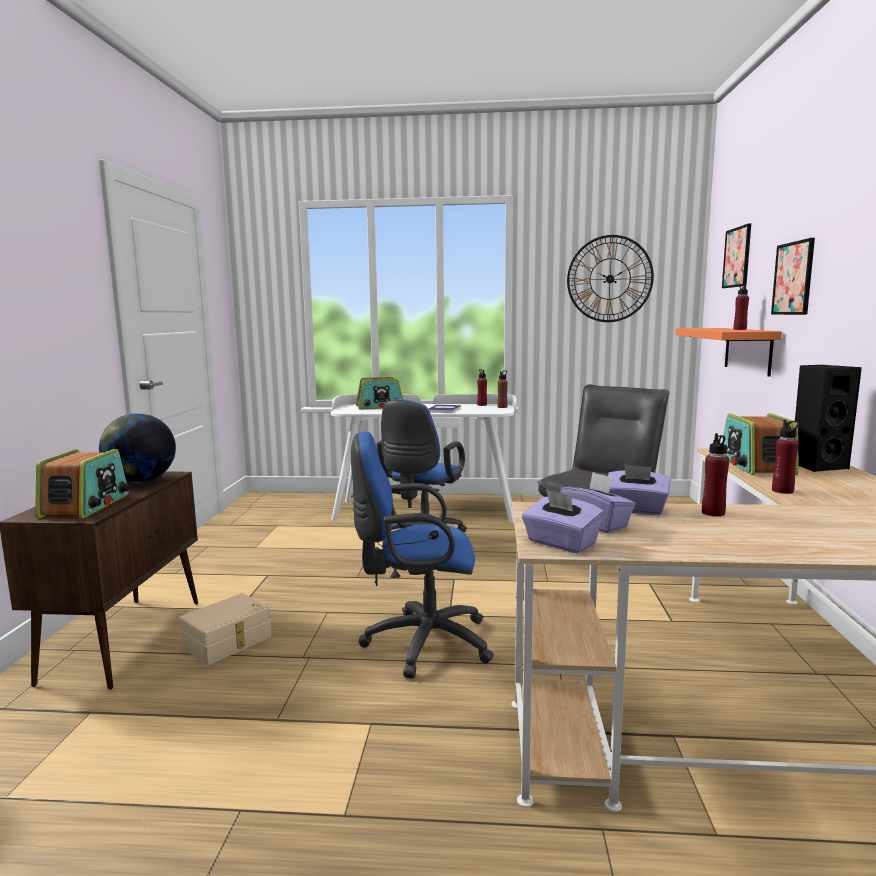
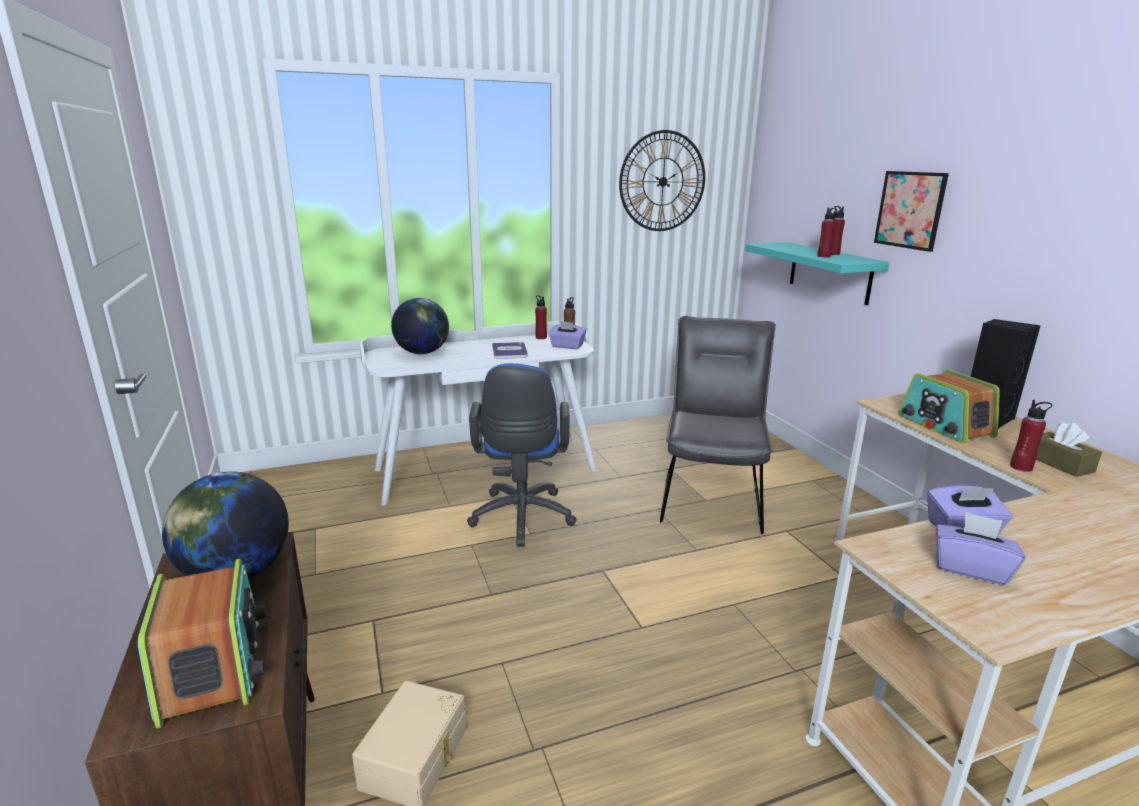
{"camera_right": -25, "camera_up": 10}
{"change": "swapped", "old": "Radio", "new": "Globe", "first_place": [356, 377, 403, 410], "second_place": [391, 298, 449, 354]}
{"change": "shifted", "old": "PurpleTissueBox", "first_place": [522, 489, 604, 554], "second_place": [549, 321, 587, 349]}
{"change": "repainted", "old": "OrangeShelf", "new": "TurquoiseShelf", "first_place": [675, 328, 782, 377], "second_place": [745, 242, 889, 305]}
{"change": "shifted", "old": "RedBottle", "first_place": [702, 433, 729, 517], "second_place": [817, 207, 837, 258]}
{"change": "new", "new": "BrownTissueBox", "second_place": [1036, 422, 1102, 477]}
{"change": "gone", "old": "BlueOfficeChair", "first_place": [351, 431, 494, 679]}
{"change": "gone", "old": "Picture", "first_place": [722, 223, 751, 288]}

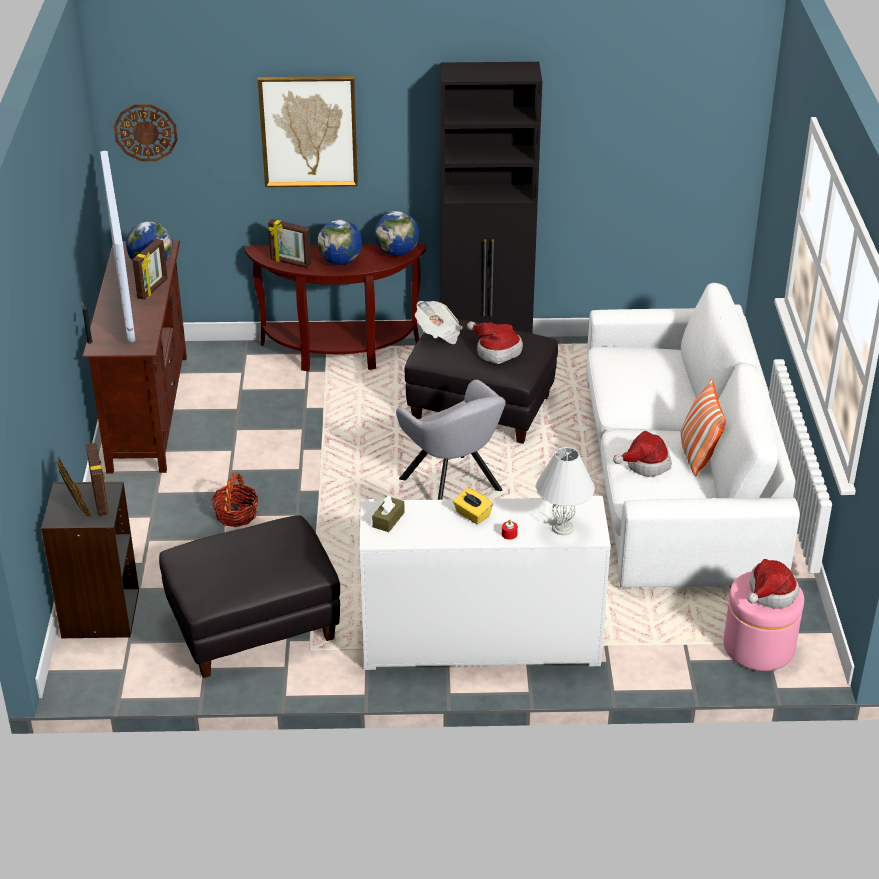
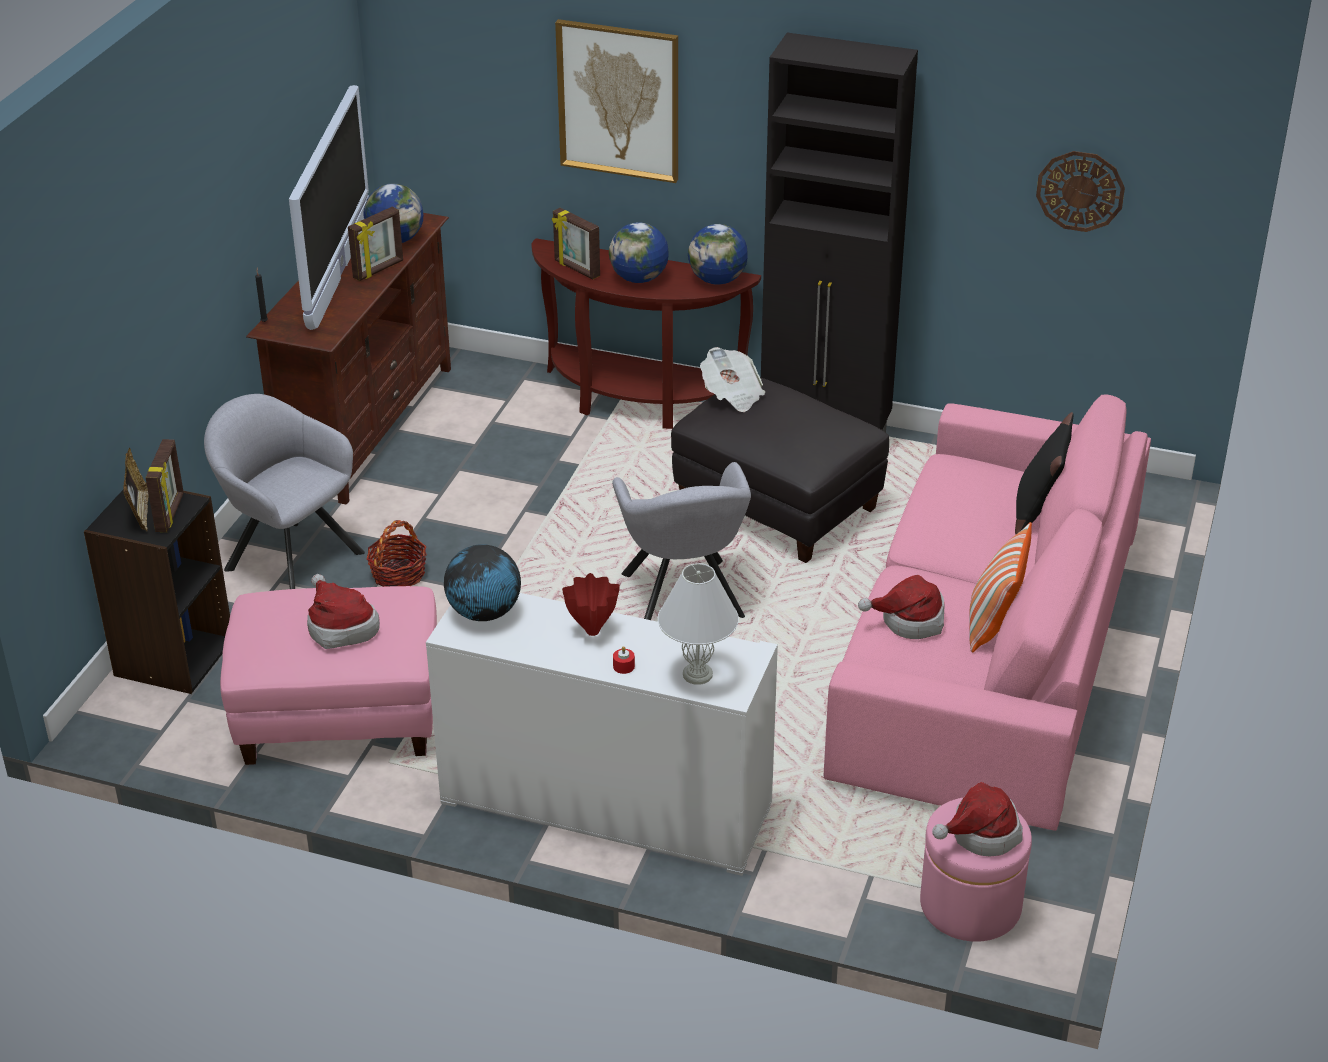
{"camera_right": 20, "camera_up": 0}
{"change": "new", "new": "GreyArmchair", "second_place": [204, 394, 365, 589]}
{"change": "repainted", "old": "BlackOttoman", "new": "PinkOttoman", "first_place": [159, 515, 340, 678], "second_place": [220, 586, 437, 765]}
{"change": "shifted", "old": "Hat", "first_place": [467, 321, 523, 364], "second_place": [307, 574, 380, 649]}
{"change": "swapped", "old": "BrownTissueBox", "new": "Globe", "first_place": [372, 495, 405, 532], "second_place": [444, 544, 521, 621]}
{"change": "swapped", "old": "YellowTissueBox", "new": "RedVase", "first_place": [453, 488, 493, 524], "second_place": [562, 573, 620, 636]}
{"change": "repainted", "old": "WhiteSofa", "new": "PinkSofa", "first_place": [586, 283, 800, 587], "second_place": [824, 395, 1151, 831]}
{"change": "new", "new": "BlackPillow", "second_place": [1015, 412, 1074, 534]}
{"change": "shifted", "old": "WallClock", "first_place": [114, 104, 178, 161], "second_place": [1036, 151, 1125, 232]}

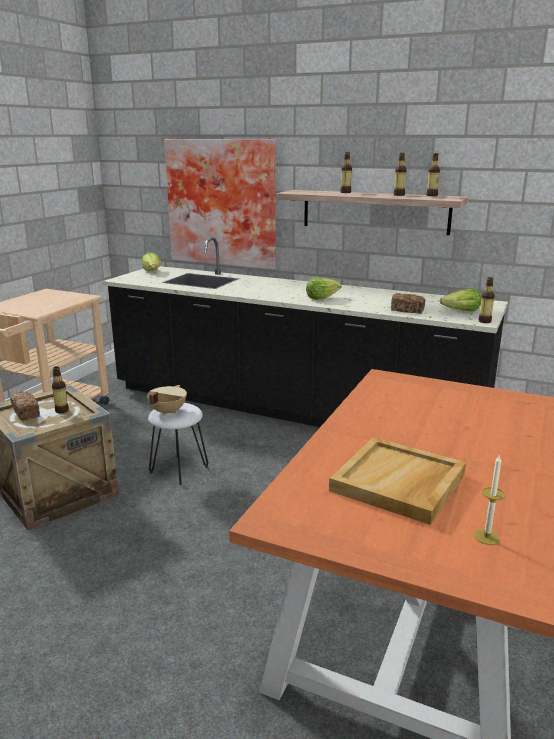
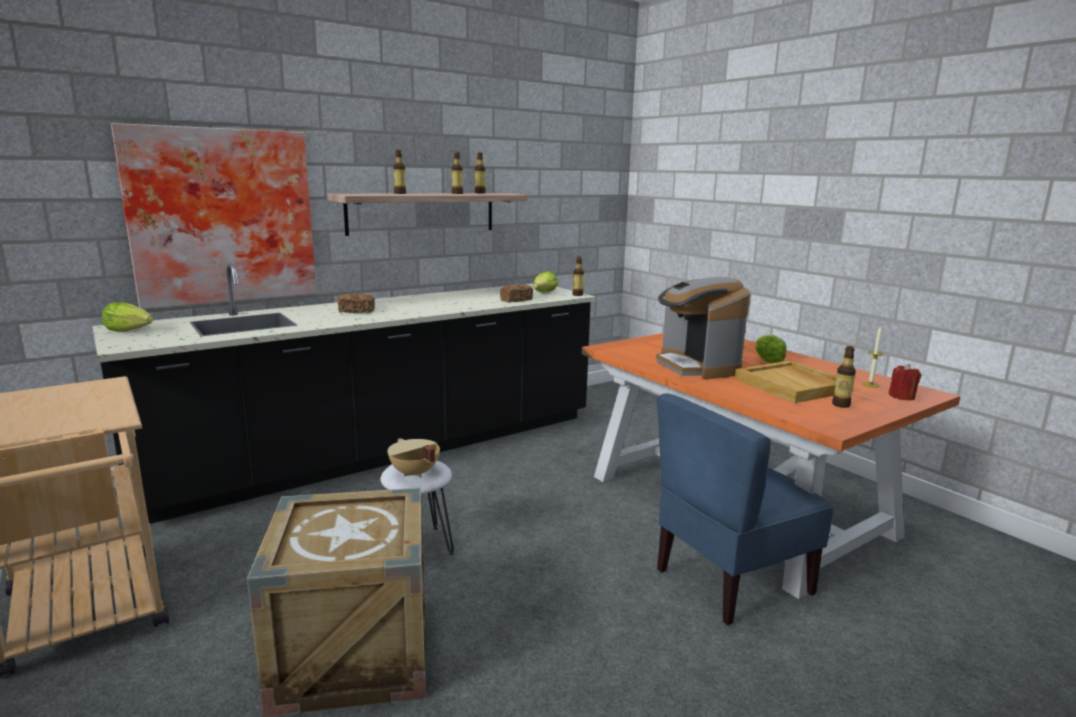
{"camera_right": -60, "camera_up": -5}
{"change": "shifted", "old": "Bread", "first_place": [10, 391, 40, 420], "second_place": [338, 293, 375, 313]}
{"change": "new", "new": "CoffeeMachine", "second_place": [656, 277, 751, 379]}
{"change": "new", "new": "BlueChair", "second_place": [657, 393, 834, 625]}
{"change": "shifted", "old": "Lettuce", "first_place": [306, 278, 342, 300], "second_place": [755, 335, 787, 363]}
{"change": "shifted", "old": "Bottle", "first_place": [52, 366, 69, 413], "second_place": [832, 346, 856, 408]}
{"change": "new", "new": "RedCandle", "second_place": [889, 364, 921, 400]}

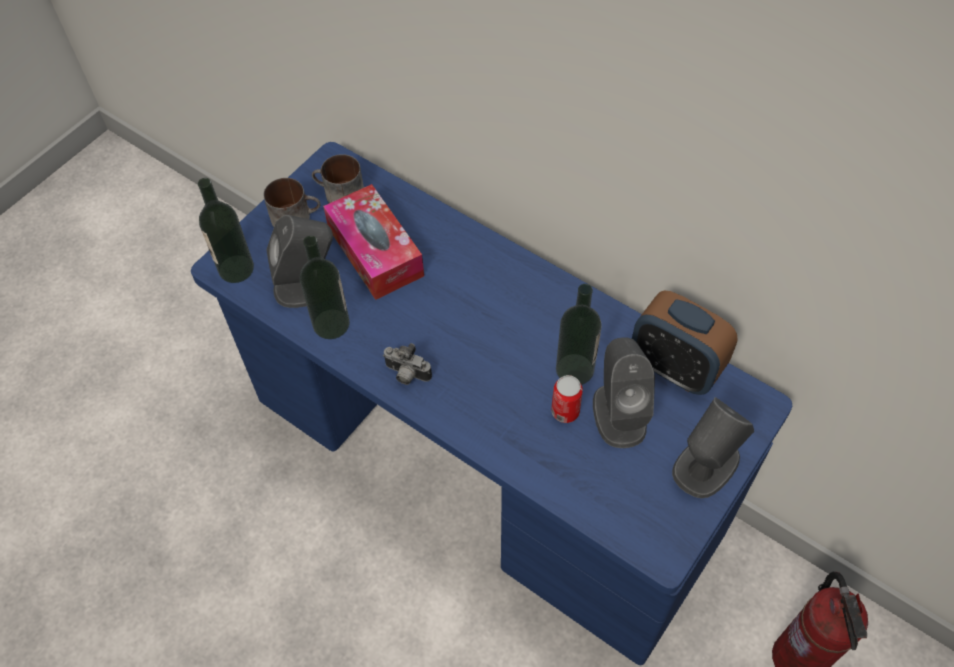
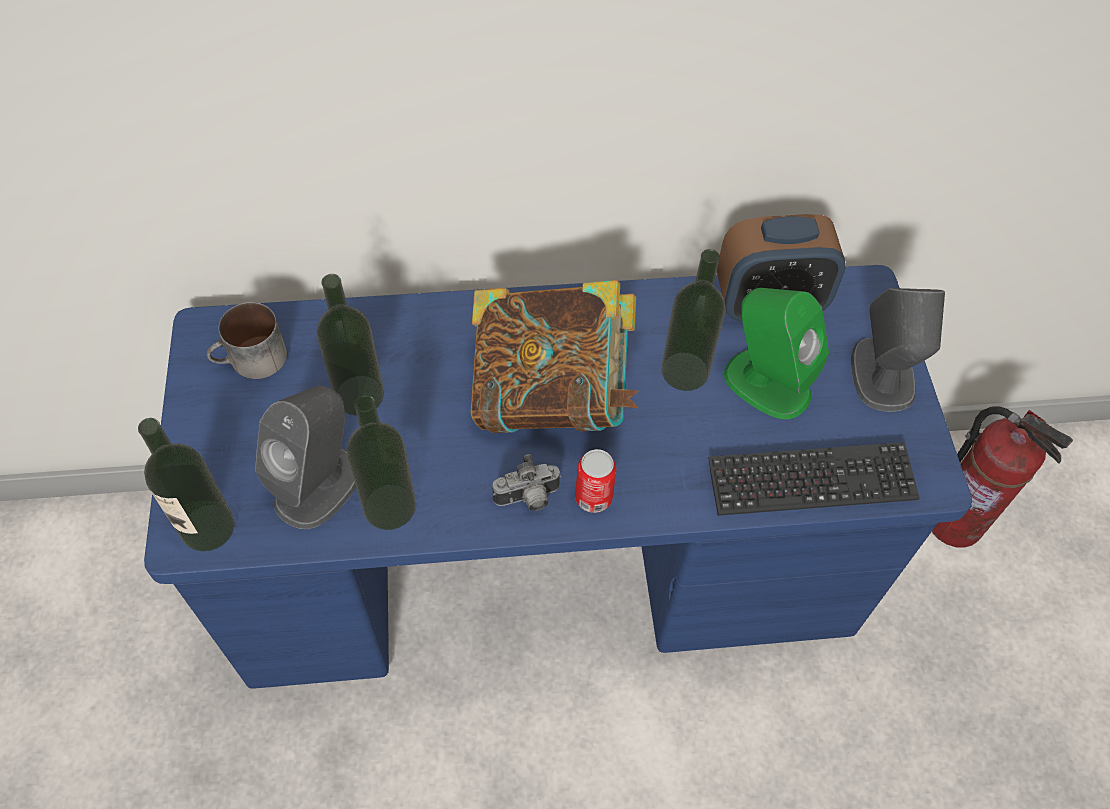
{"camera_right": -45, "camera_up": 0}
{"change": "swapped", "old": "TissueBox", "new": "Bottle", "first_place": [323, 184, 424, 300], "second_place": [317, 274, 384, 416]}
{"change": "new", "new": "Book", "second_place": [470, 280, 639, 433]}
{"change": "shifted", "old": "Can", "first_place": [551, 375, 583, 423], "second_place": [575, 449, 616, 513]}
{"change": "new", "new": "Keyboard", "second_place": [708, 442, 920, 516]}
{"change": "repainted", "old": "GreySpeaker", "new": "GreenSpeaker", "first_place": [593, 337, 655, 448], "second_place": [724, 288, 829, 419]}
{"change": "gone", "old": "Mug", "first_place": [264, 178, 321, 227]}

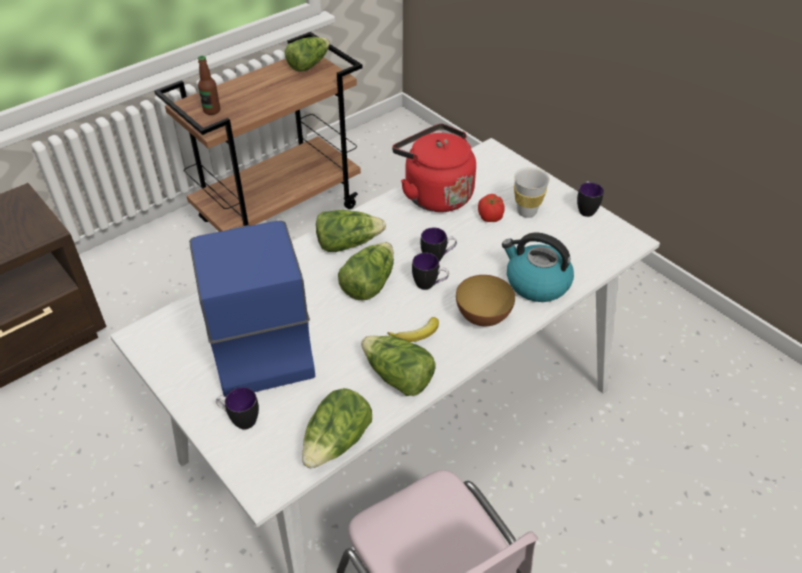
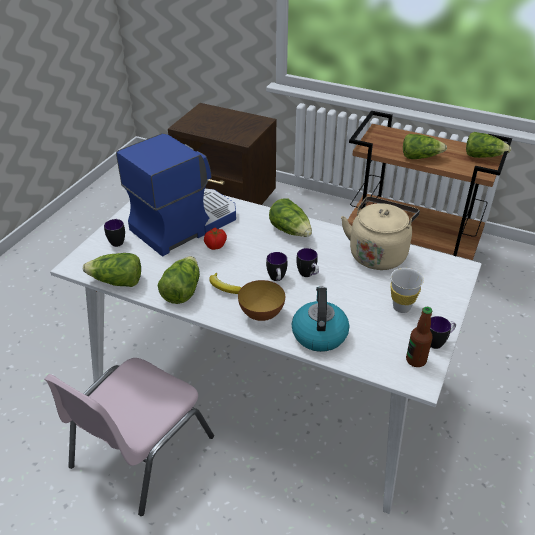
{"camera_right": 65, "camera_up": -5}
{"change": "shifted", "old": "Tomato", "first_place": [478, 194, 505, 222], "second_place": [204, 227, 227, 250]}
{"change": "repainted", "old": "RedKettle", "new": "BeigeKettle", "first_place": [392, 124, 476, 212], "second_place": [341, 197, 420, 270]}
{"change": "shifted", "old": "Lettuce", "first_place": [338, 242, 394, 300], "second_place": [403, 134, 447, 159]}
{"change": "shifted", "old": "Bottle", "first_place": [198, 56, 220, 115], "second_place": [406, 307, 433, 367]}

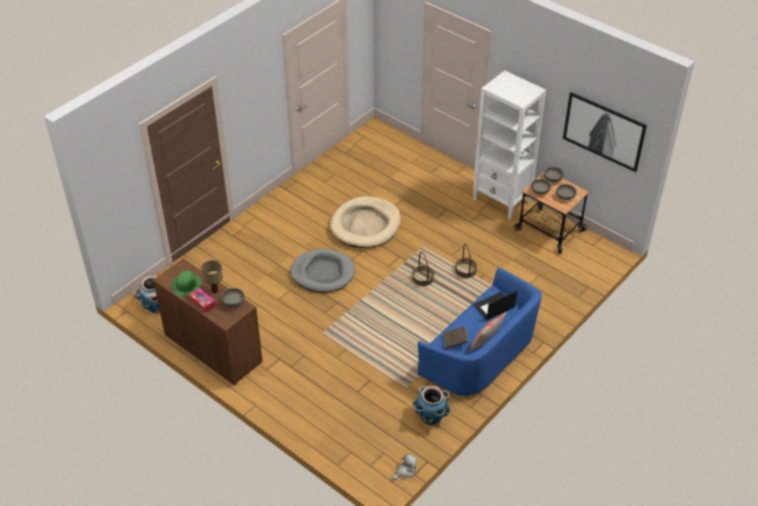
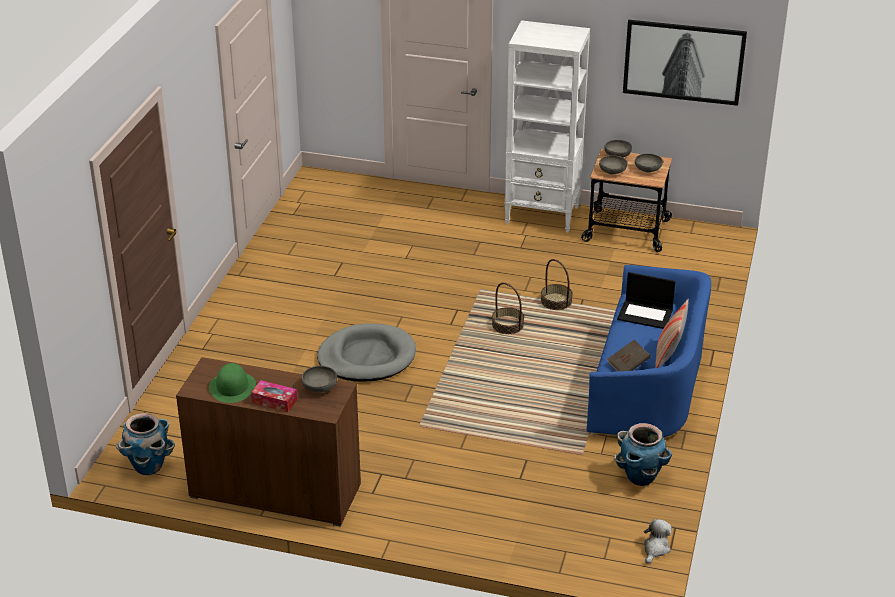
{"camera_right": -25, "camera_up": -10}
{"change": "rotated", "old": "Laptop", "first_place": [473, 291, 517, 320], "second_place": [617, 272, 676, 329], "degrees": -105}
{"change": "gone", "old": "TableLamp", "first_place": [201, 260, 223, 293]}
{"change": "gone", "old": "BeigeDogBed", "first_place": [330, 196, 401, 248]}

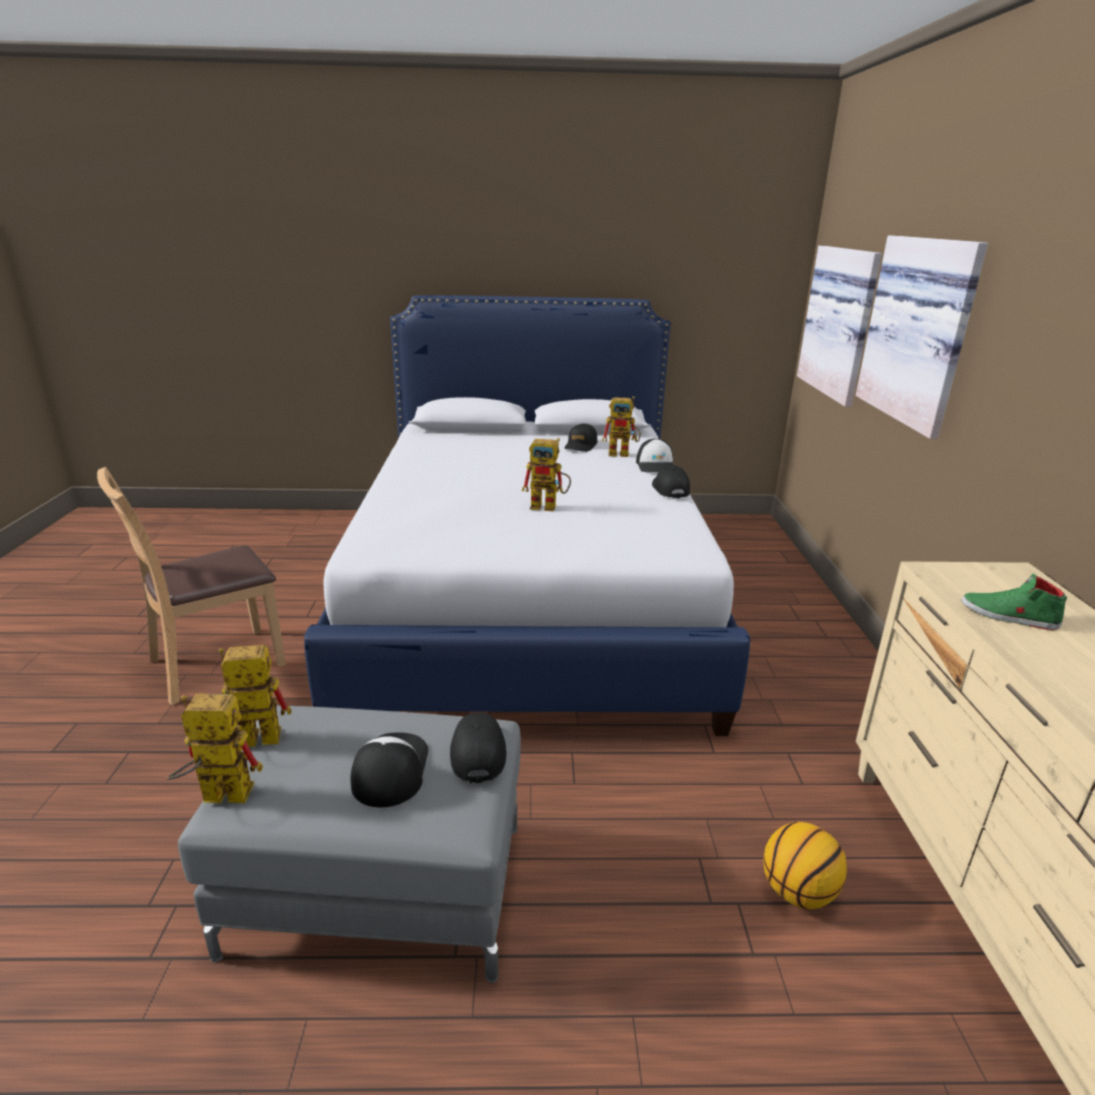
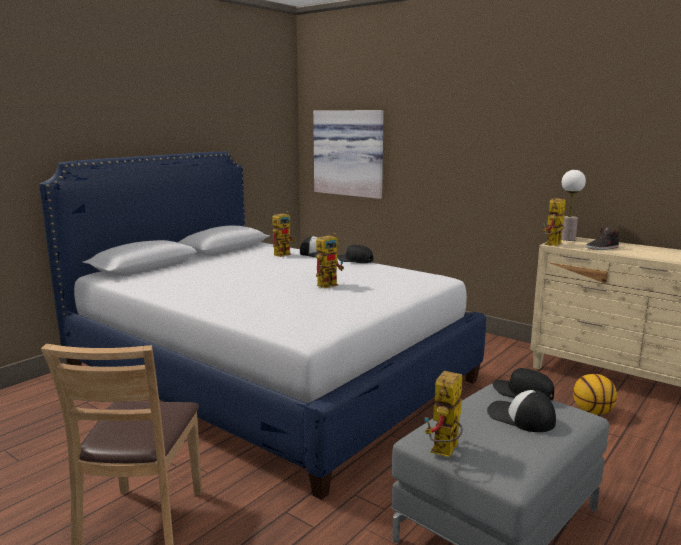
{"camera_right": -50, "camera_up": -10}
{"change": "shifted", "old": "ToyRobot", "first_place": [166, 694, 263, 803], "second_place": [542, 198, 566, 246]}
{"change": "new", "new": "TableLamp", "second_place": [561, 170, 586, 241]}
{"change": "repainted", "old": "GreenShoe", "new": "BlackShoe", "first_place": [961, 574, 1067, 630], "second_place": [585, 227, 619, 250]}
{"change": "gone", "old": "BlackCap", "first_place": [565, 424, 598, 452]}
{"change": "gone", "old": "Picture", "first_place": [856, 235, 988, 439]}

